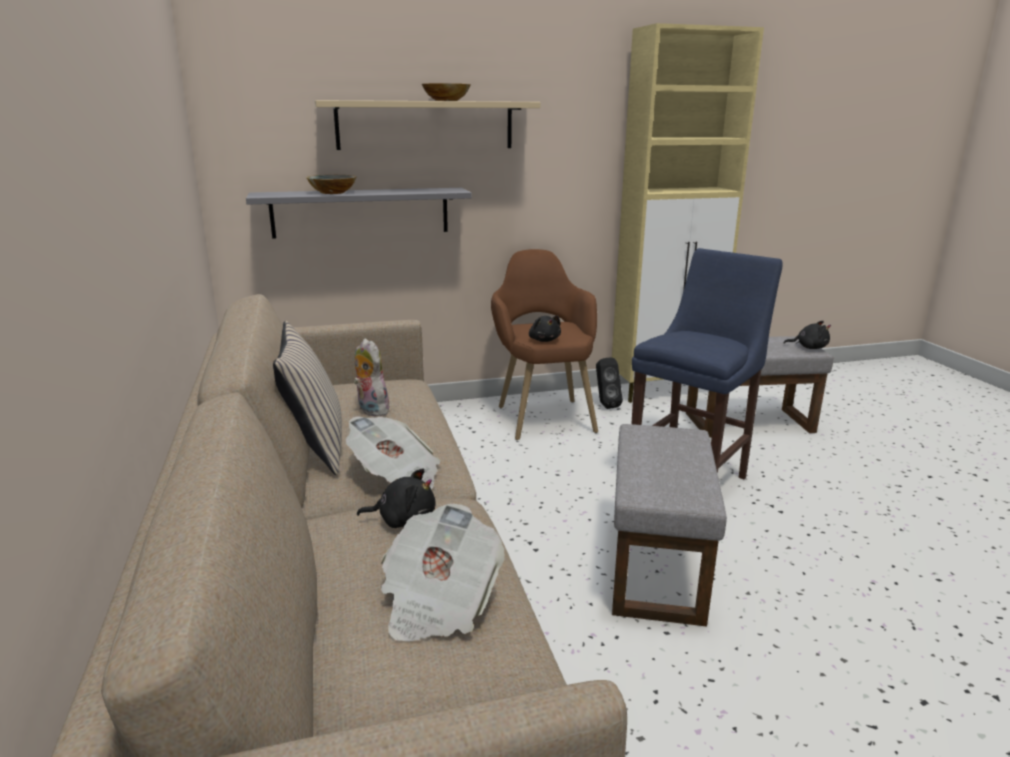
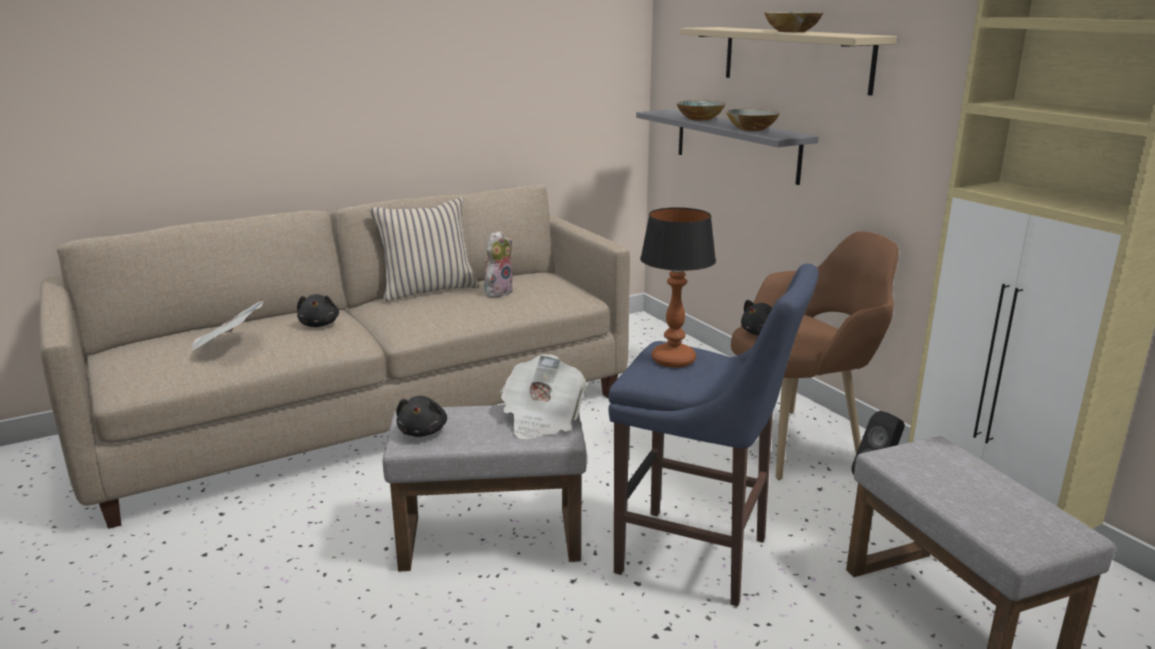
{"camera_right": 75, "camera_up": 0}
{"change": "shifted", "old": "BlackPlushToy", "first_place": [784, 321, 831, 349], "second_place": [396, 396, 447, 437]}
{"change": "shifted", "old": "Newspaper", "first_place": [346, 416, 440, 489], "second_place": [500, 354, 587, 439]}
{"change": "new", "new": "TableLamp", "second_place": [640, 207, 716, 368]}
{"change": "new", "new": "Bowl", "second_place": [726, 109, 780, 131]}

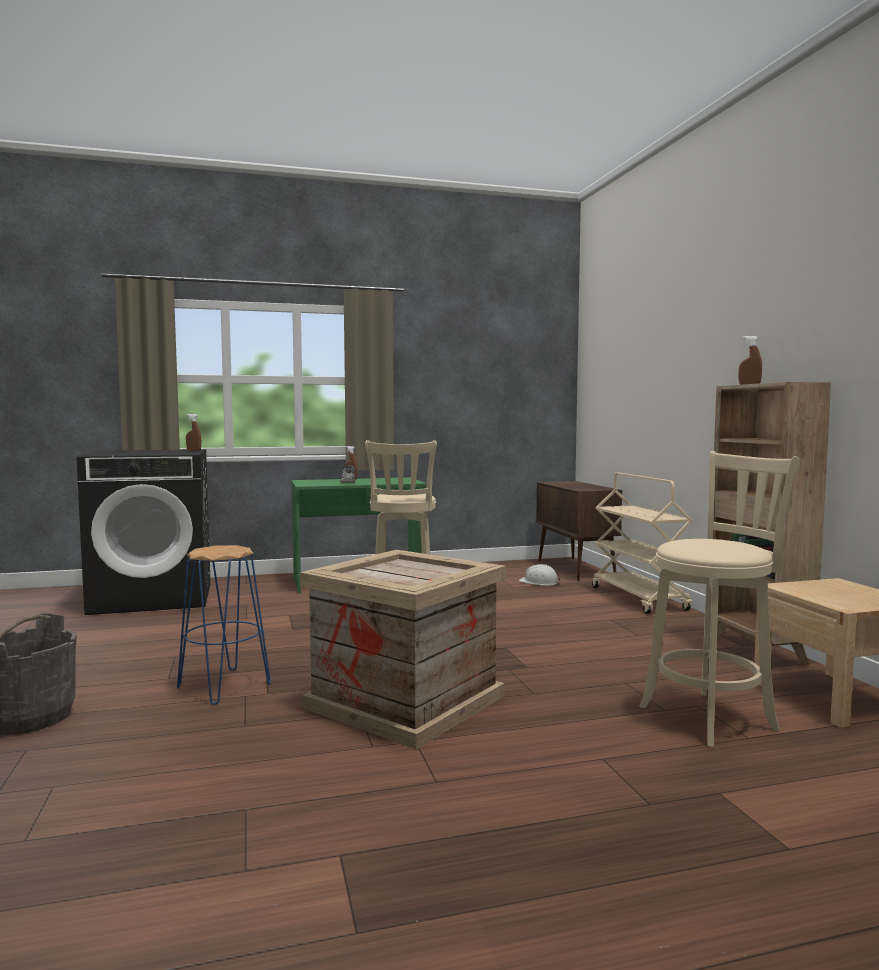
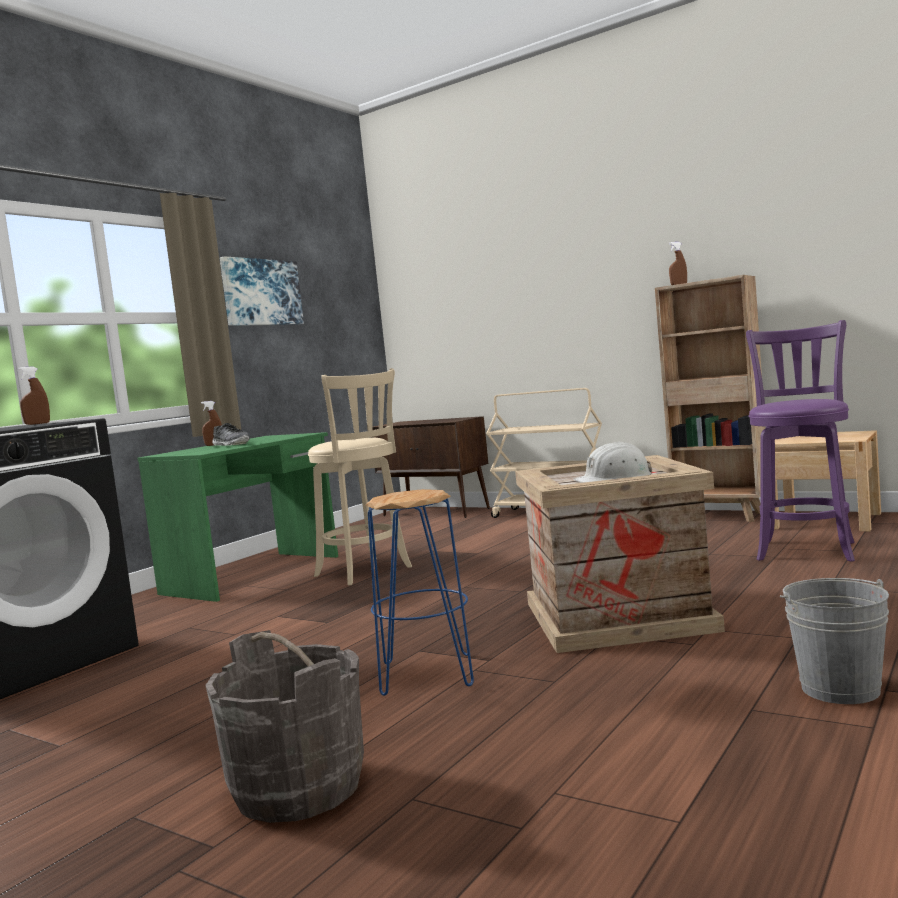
{"camera_right": -40, "camera_up": 0}
{"change": "new", "new": "Picture", "second_place": [220, 256, 304, 326]}
{"change": "shifted", "old": "WhiteHardHat", "first_place": [519, 564, 561, 586], "second_place": [573, 442, 652, 483]}
{"change": "repainted", "old": "BeigeStool", "new": "PurpleStool", "first_place": [639, 451, 800, 748], "second_place": [746, 320, 855, 562]}
{"change": "new", "new": "GreyBucket", "second_place": [780, 578, 889, 704]}

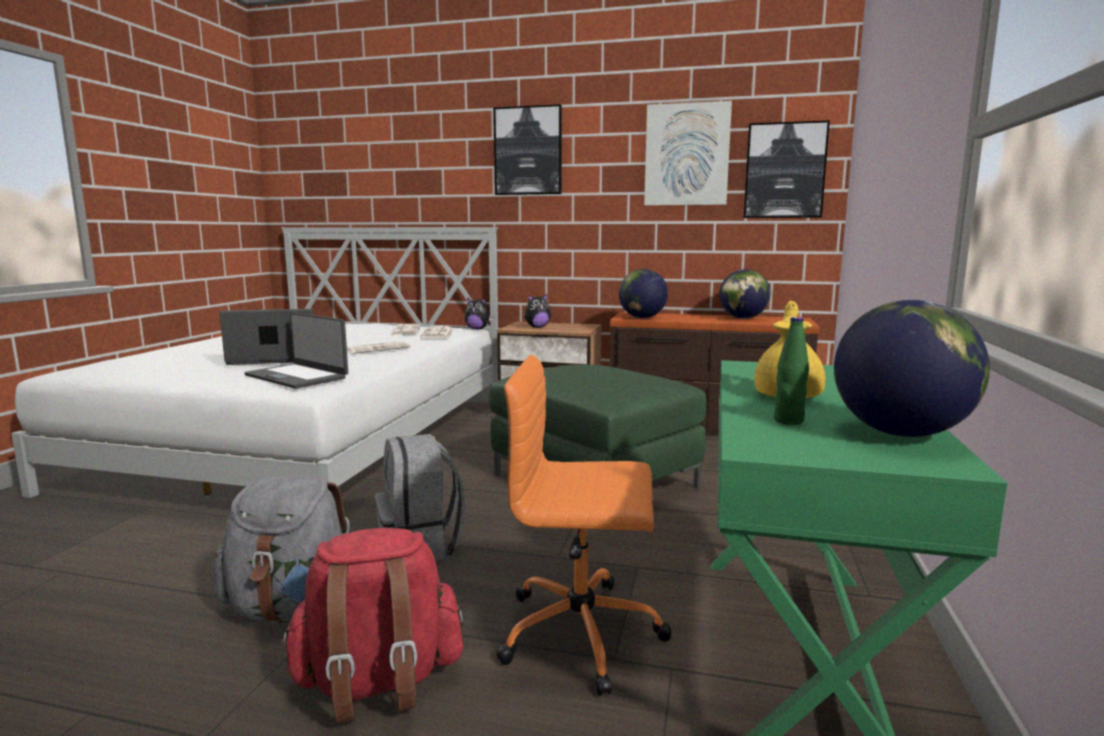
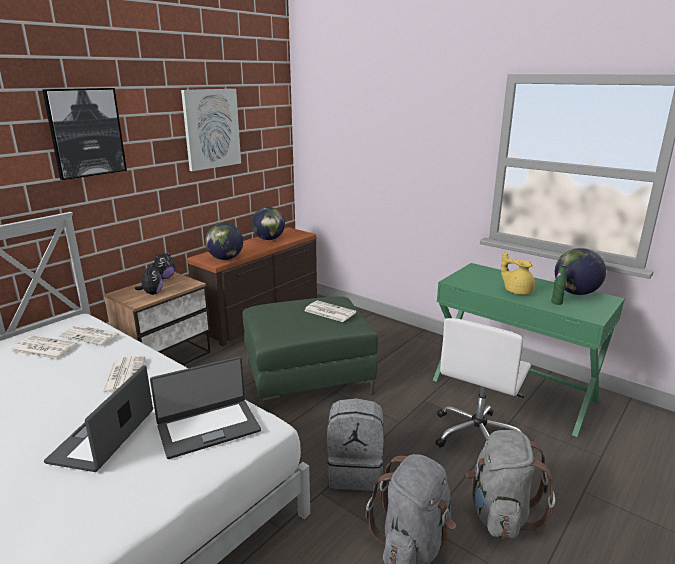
{"camera_right": -65, "camera_up": 10}
{"change": "shifted", "old": "PlushToy", "first_place": [464, 297, 493, 330], "second_place": [154, 250, 175, 279]}
{"change": "new", "new": "Newspaper", "second_place": [304, 300, 356, 322]}
{"change": "repainted", "old": "OrangeOfficeChair", "new": "WhiteOfficeChair", "first_place": [496, 354, 672, 696], "second_place": [435, 318, 531, 448]}
{"change": "repainted", "old": "RedBackpack", "new": "GreyBackpack", "first_place": [280, 528, 464, 723], "second_place": [466, 430, 555, 538]}
{"change": "gone", "old": "Picture", "first_place": [744, 120, 830, 218]}

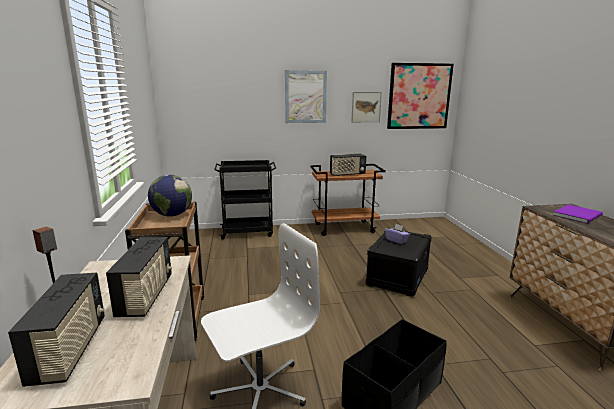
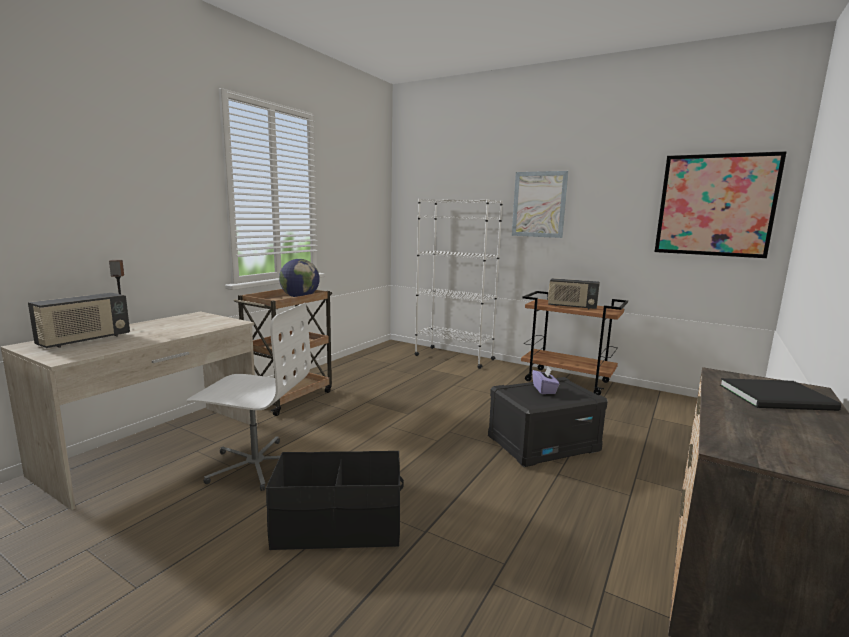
{"camera_right": 40, "camera_up": -5}
{"change": "swapped", "old": "BlackCart", "new": "WhiteBookcase", "first_place": [214, 160, 276, 239], "second_place": [415, 199, 503, 369]}
{"change": "repainted", "old": "PurpleBook", "new": "BlackBook", "first_place": [553, 204, 603, 224], "second_place": [720, 378, 841, 411]}
{"change": "gone", "old": "Radio", "first_place": [106, 237, 172, 317]}
{"change": "gone", "old": "Picture", "first_place": [351, 92, 382, 122]}

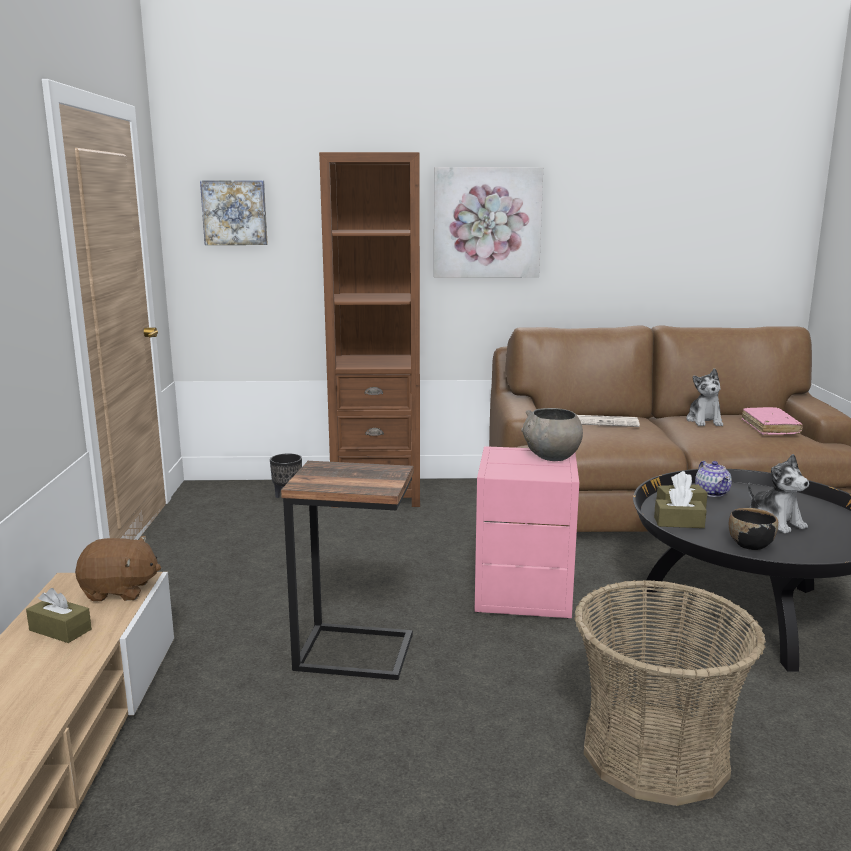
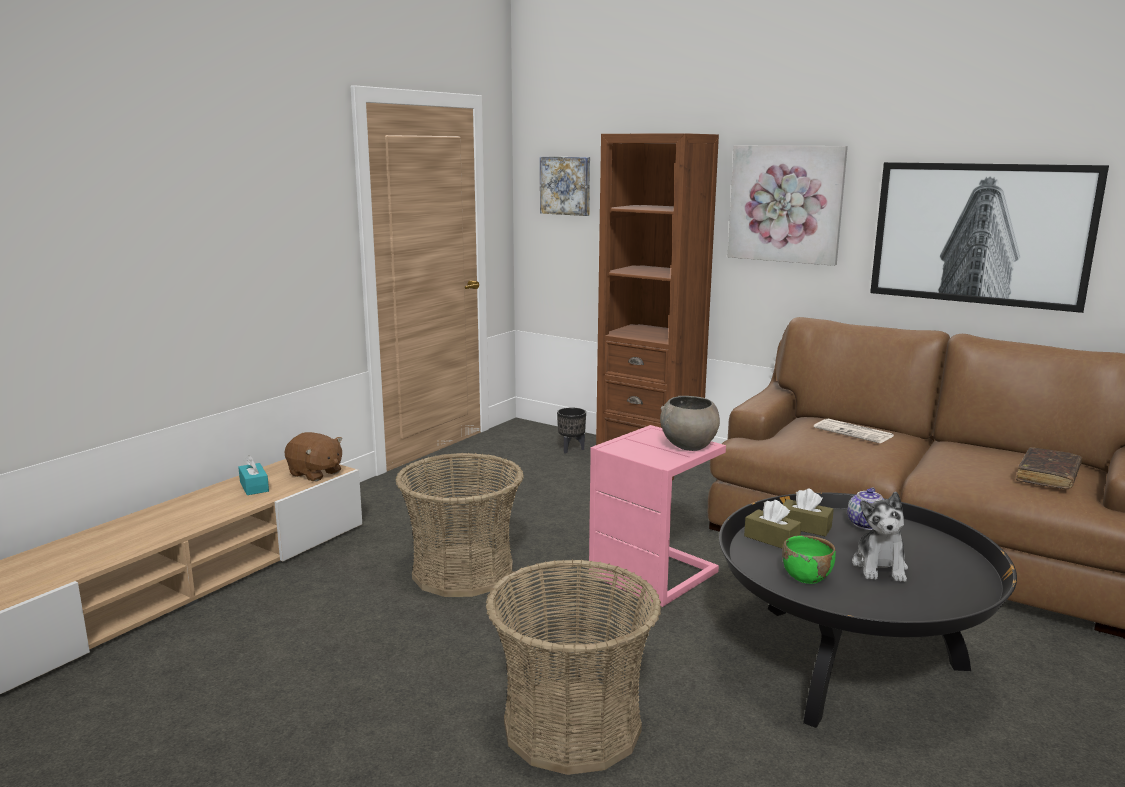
{"camera_right": 35, "camera_up": 0}
{"change": "repainted", "old": "BrownTissueBox", "new": "TurquoiseTissueBox", "first_place": [26, 588, 92, 643], "second_place": [238, 455, 269, 495]}
{"change": "swapped", "old": "SideTable", "new": "Basket", "first_place": [281, 461, 414, 680], "second_place": [396, 453, 524, 597]}
{"change": "repainted", "old": "BlackBowl", "new": "GreenBowl", "first_place": [729, 508, 778, 550], "second_place": [782, 535, 836, 584]}
{"change": "new", "new": "Picture", "second_place": [870, 162, 1109, 313]}
{"change": "repainted", "old": "PinkBook", "new": "BrownBook", "first_place": [742, 407, 803, 435], "second_place": [1016, 447, 1082, 489]}
{"change": "gone", "old": "PlushToy", "first_place": [686, 369, 723, 426]}

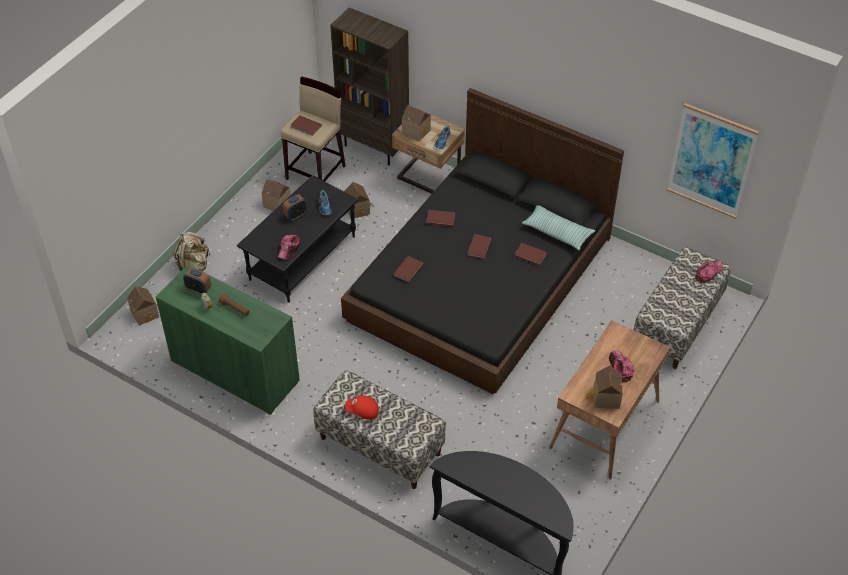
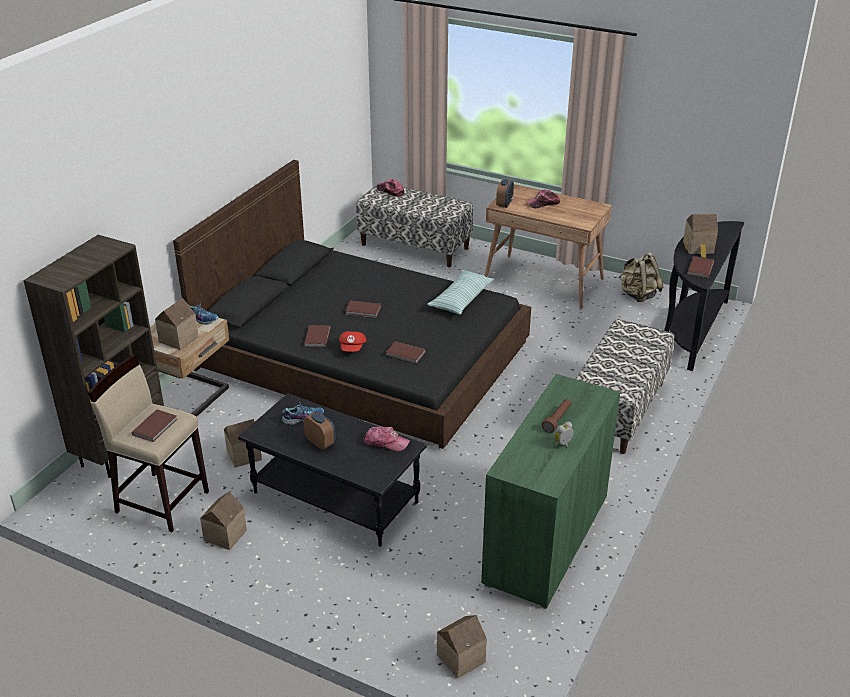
{"camera_right": -95, "camera_up": -15}
{"change": "shifted", "old": "RedCap", "first_place": [345, 395, 379, 420], "second_place": [339, 331, 367, 352]}
{"change": "shifted", "old": "Pillow", "first_place": [522, 205, 595, 250], "second_place": [427, 270, 494, 315]}
{"change": "shifted", "old": "AlarmClock", "first_place": [183, 268, 211, 295], "second_place": [496, 179, 514, 208]}
{"change": "shifted", "old": "BeigeBackpack", "first_place": [173, 232, 210, 271], "second_place": [618, 252, 663, 302]}
{"change": "shifted", "old": "ToyHouse", "first_place": [585, 366, 623, 409], "second_place": [683, 214, 718, 258]}
{"change": "shifted", "old": "BrownBook", "first_place": [514, 243, 547, 266], "second_place": [687, 256, 714, 278]}
{"change": "gone", "old": "Picture", "first_place": [667, 103, 759, 219]}

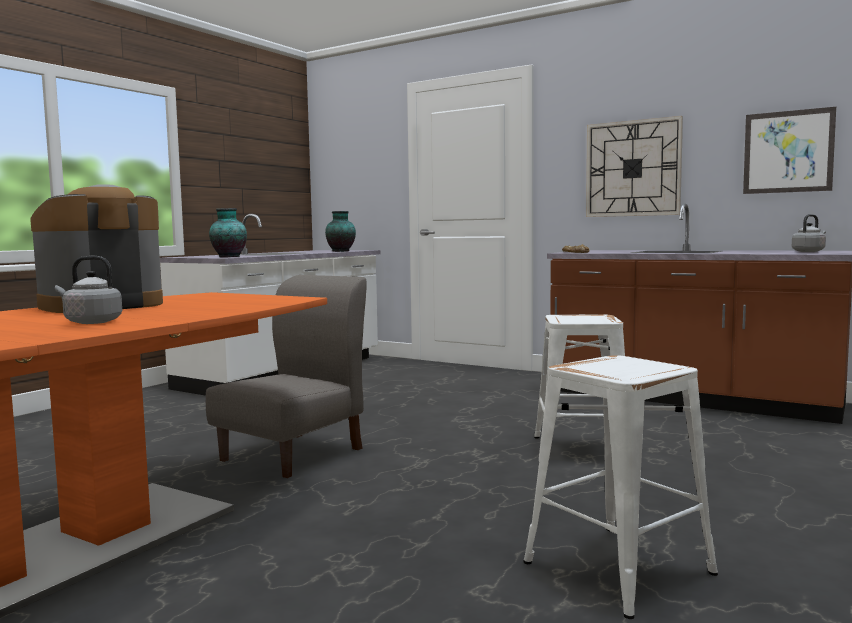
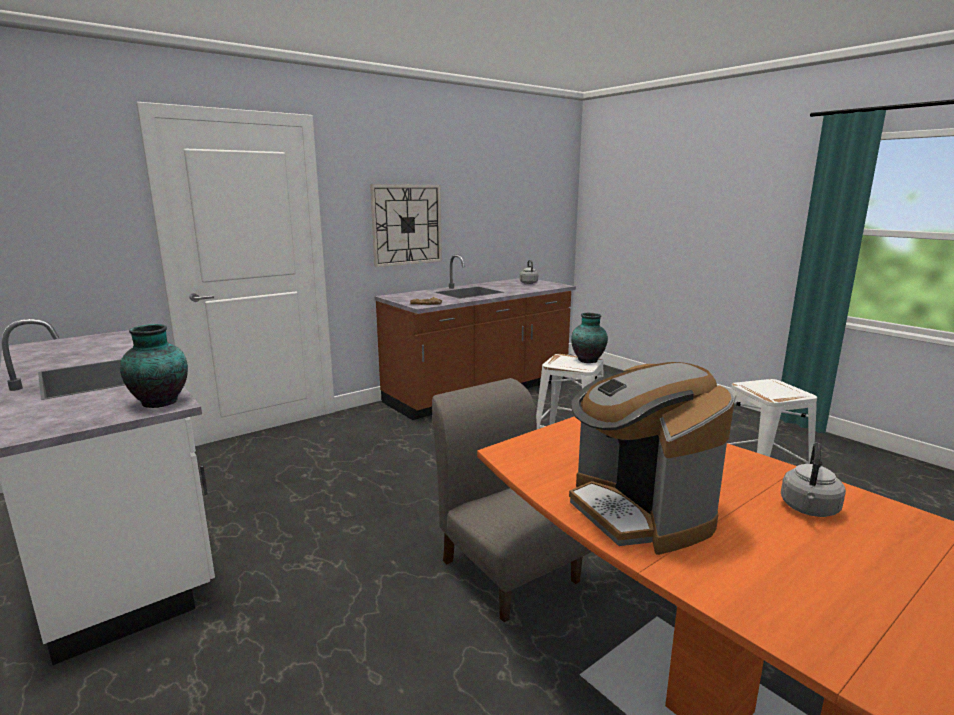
{"camera_right": -70, "camera_up": 10}
{"change": "shifted", "old": "Vase", "first_place": [325, 211, 356, 252], "second_place": [571, 313, 608, 363]}
{"change": "gone", "old": "Picture", "first_place": [743, 107, 836, 194]}

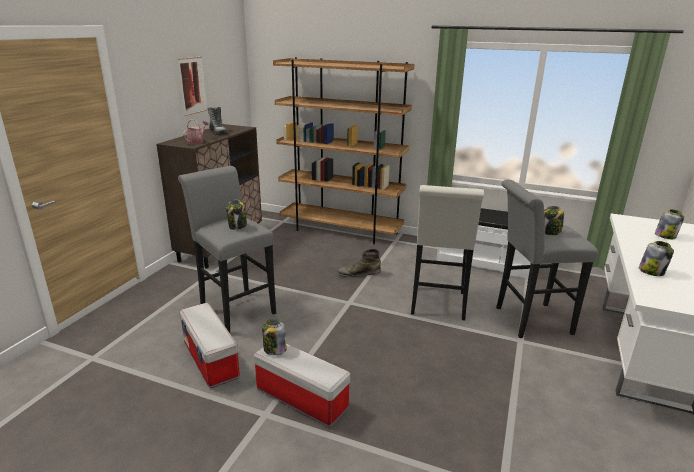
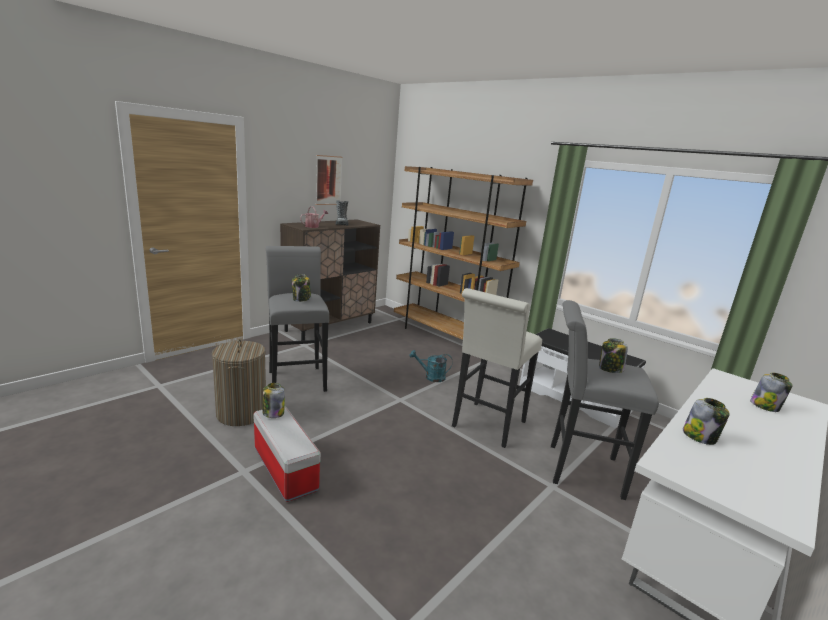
{"camera_right": 20, "camera_up": -5}
{"change": "swapped", "old": "StorageBox", "new": "LaundryBasket", "first_place": [180, 303, 240, 388], "second_place": [212, 339, 266, 426]}
{"change": "swapped", "old": "GreenBoot", "new": "TurquoiseWateringCan", "first_place": [337, 249, 381, 277], "second_place": [409, 350, 453, 382]}

